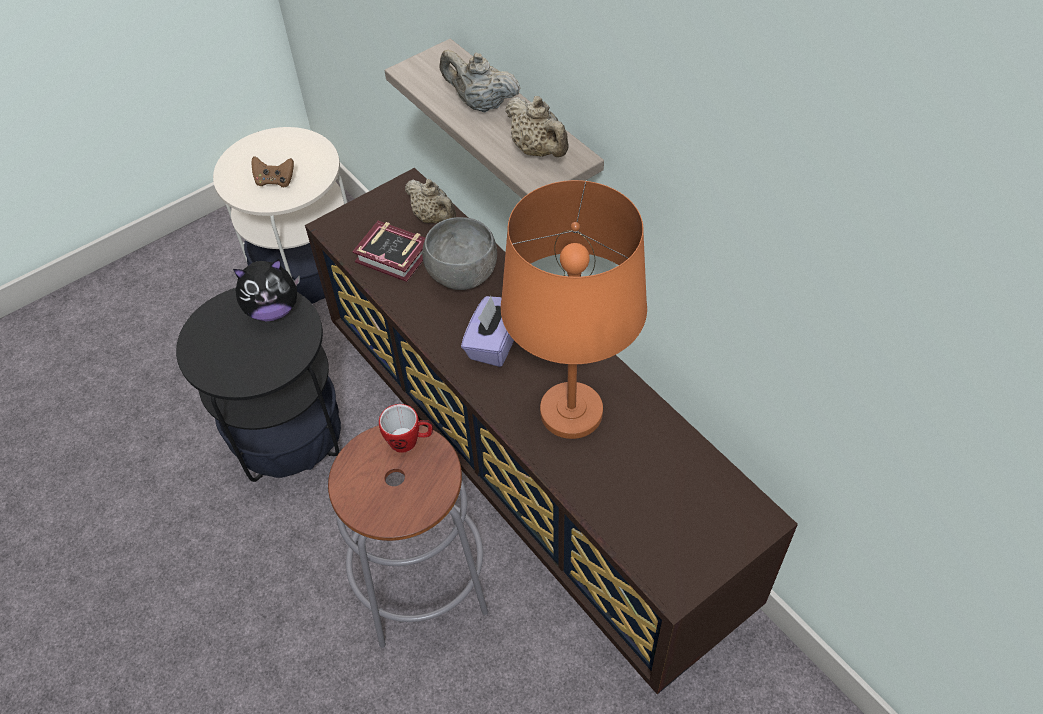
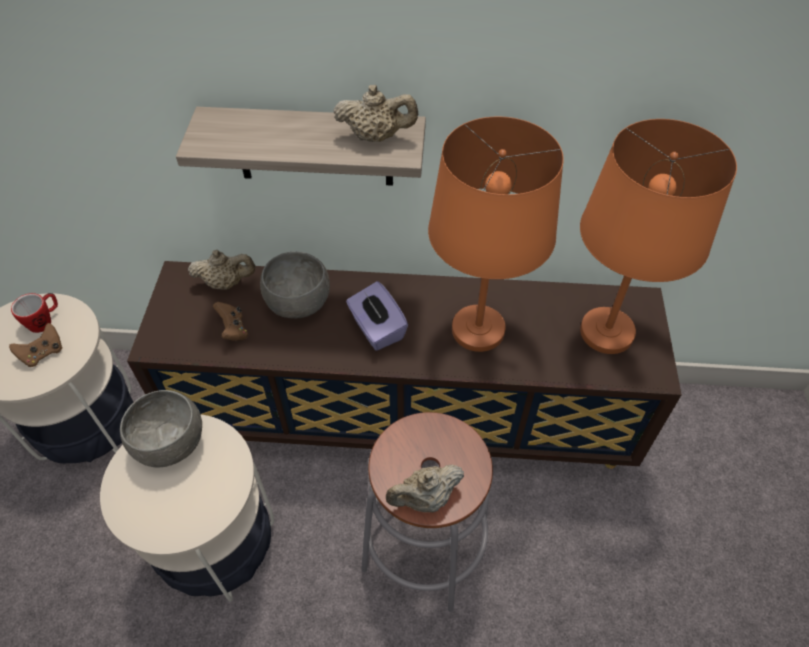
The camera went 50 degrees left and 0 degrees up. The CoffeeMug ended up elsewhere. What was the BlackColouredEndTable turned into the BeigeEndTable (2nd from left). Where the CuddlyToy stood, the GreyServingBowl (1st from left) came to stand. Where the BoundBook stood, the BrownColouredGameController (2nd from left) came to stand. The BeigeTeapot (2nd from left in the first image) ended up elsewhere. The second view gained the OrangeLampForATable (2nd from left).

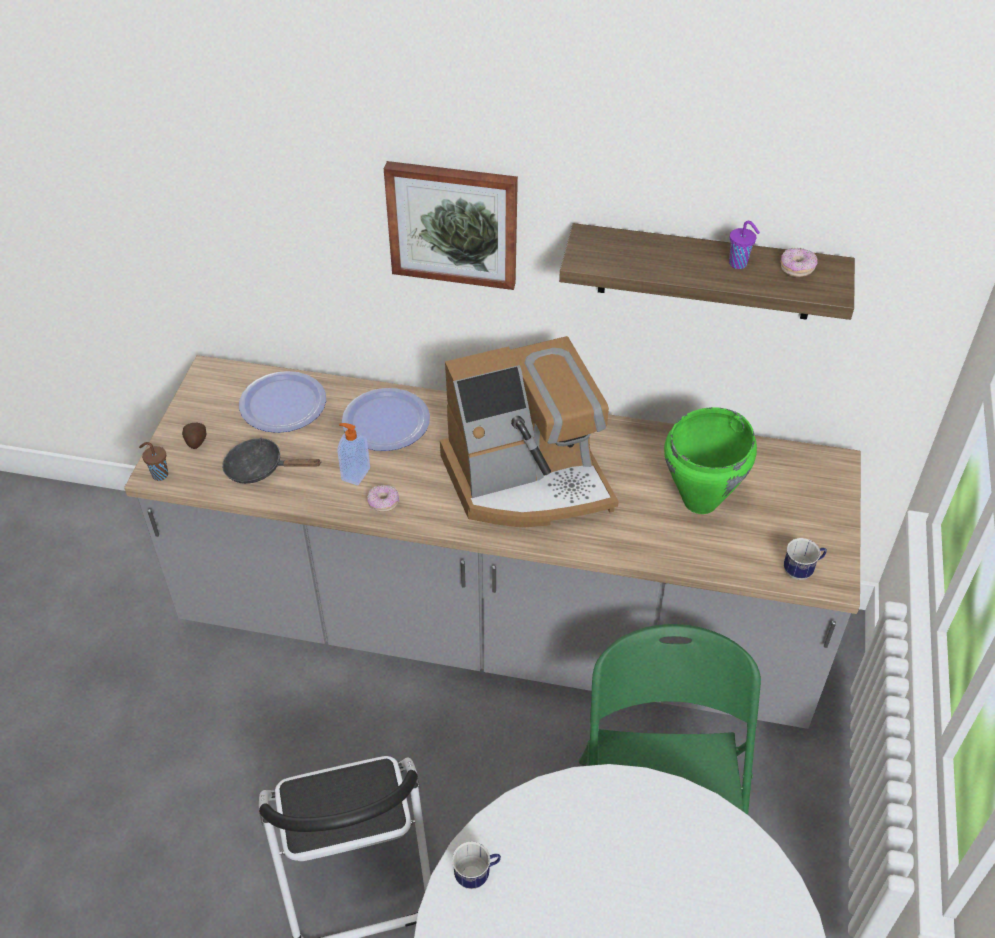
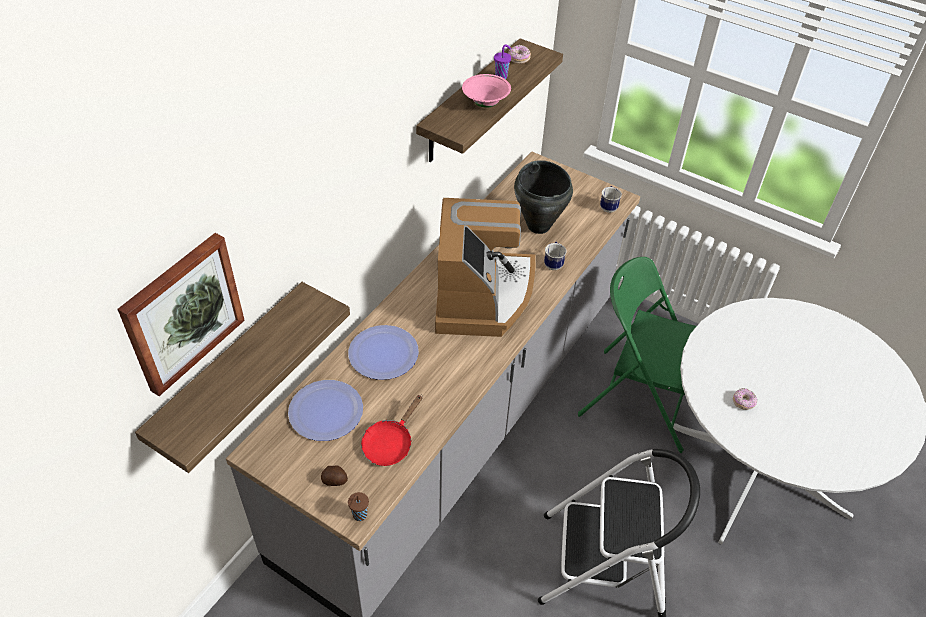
The camera went 70 degrees left and 0 degrees up. The WallArt ended up elsewhere. The second view gained the Shelf (1st from left). What was the BlackColouredPan turned into the RedColouredPan. The second view gained the PinkishServingBowl. What was the GreenSaucepot turned into the BlackColouredSaucepot. The CoffeeMug (1st from left) ended up elsewhere. The Donut (1st from left in the first image) ended up elsewhere. The second view lost the LiquidSoapBottle.

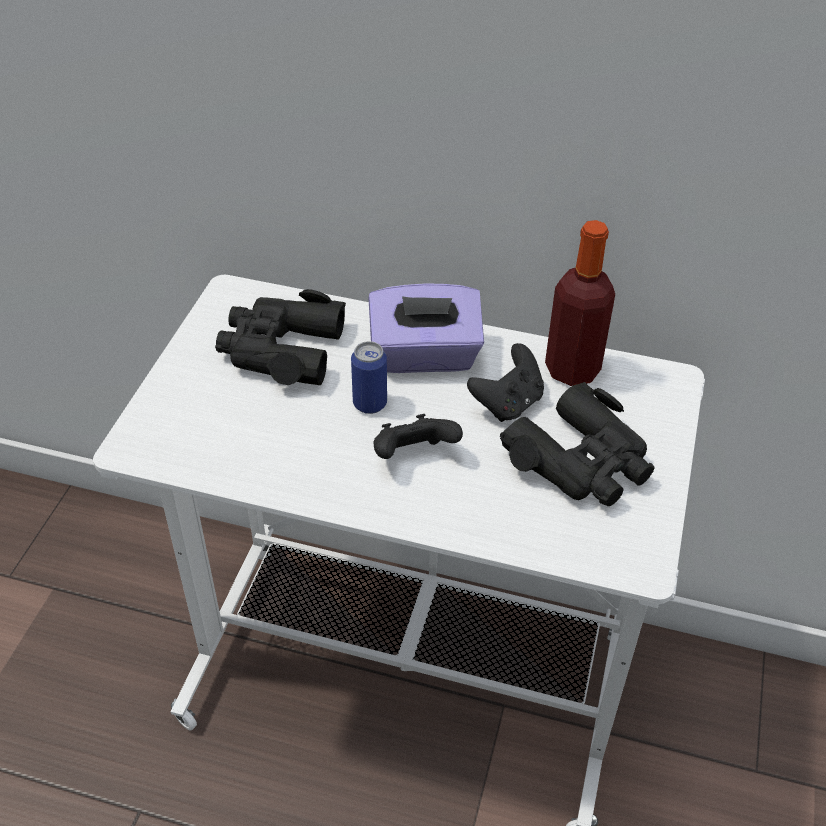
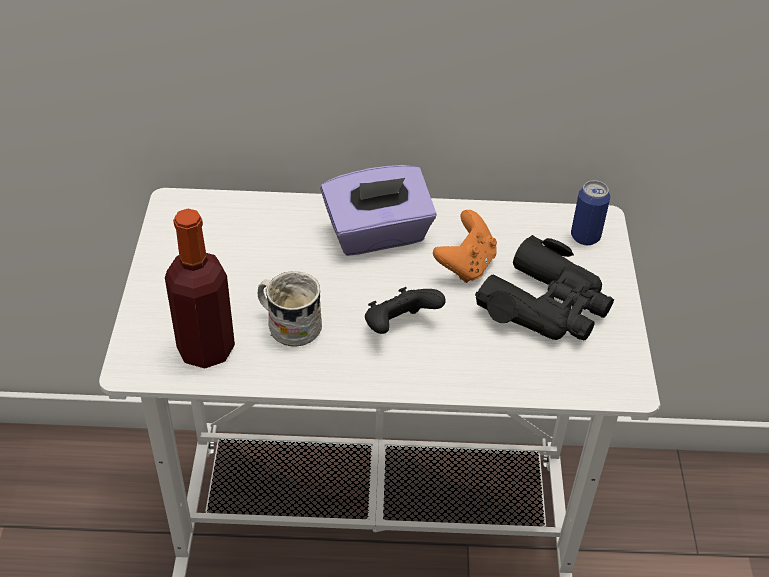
The camera went 15 degrees left and 0 degrees up. The BeverageBottle ended up elsewhere. The second view gained the WhiteColouredCoffeeMug. What was the BlackColouredGameController (2nd from left) turned into the OrangeGameController. The SealedCan ended up elsewhere. The second view lost the BlackColouredPairOfBinoculars (1st from left).

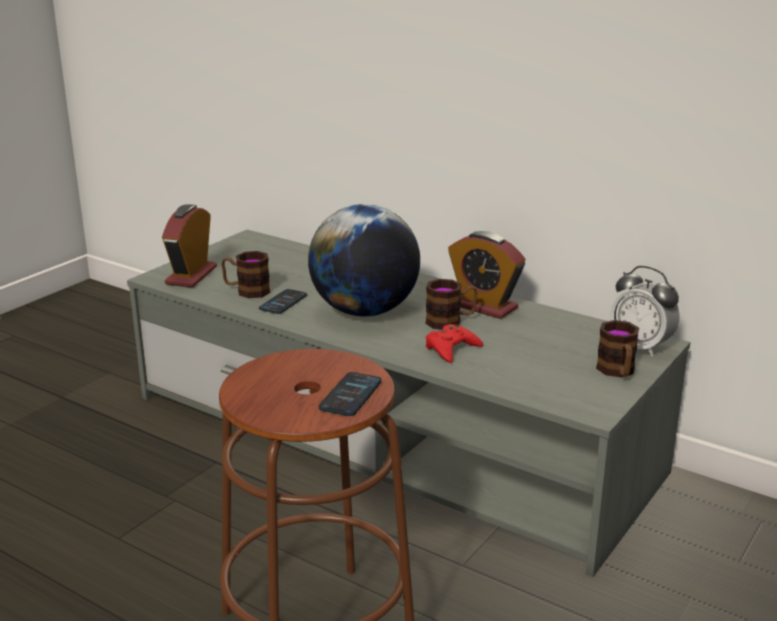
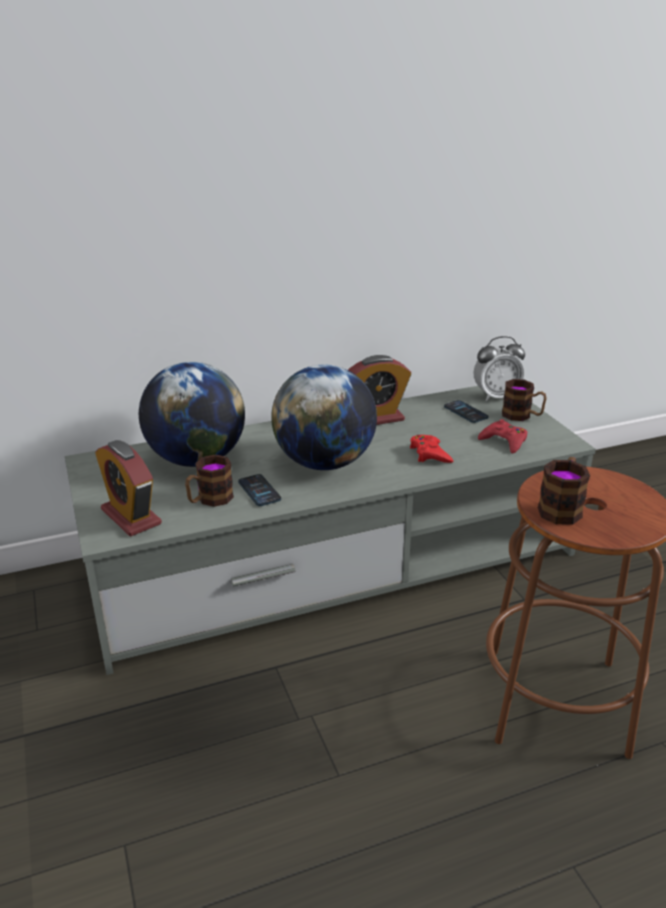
The camera went 55 degrees left and 5 degrees up. The second view gained the DeskGlobe (1st from left). The Handset (2nd from left) ended up elsewhere. The second view gained the RedColouredGameController (2nd from left). The CoffeeMug (2nd from left in the first image) ended up elsewhere.

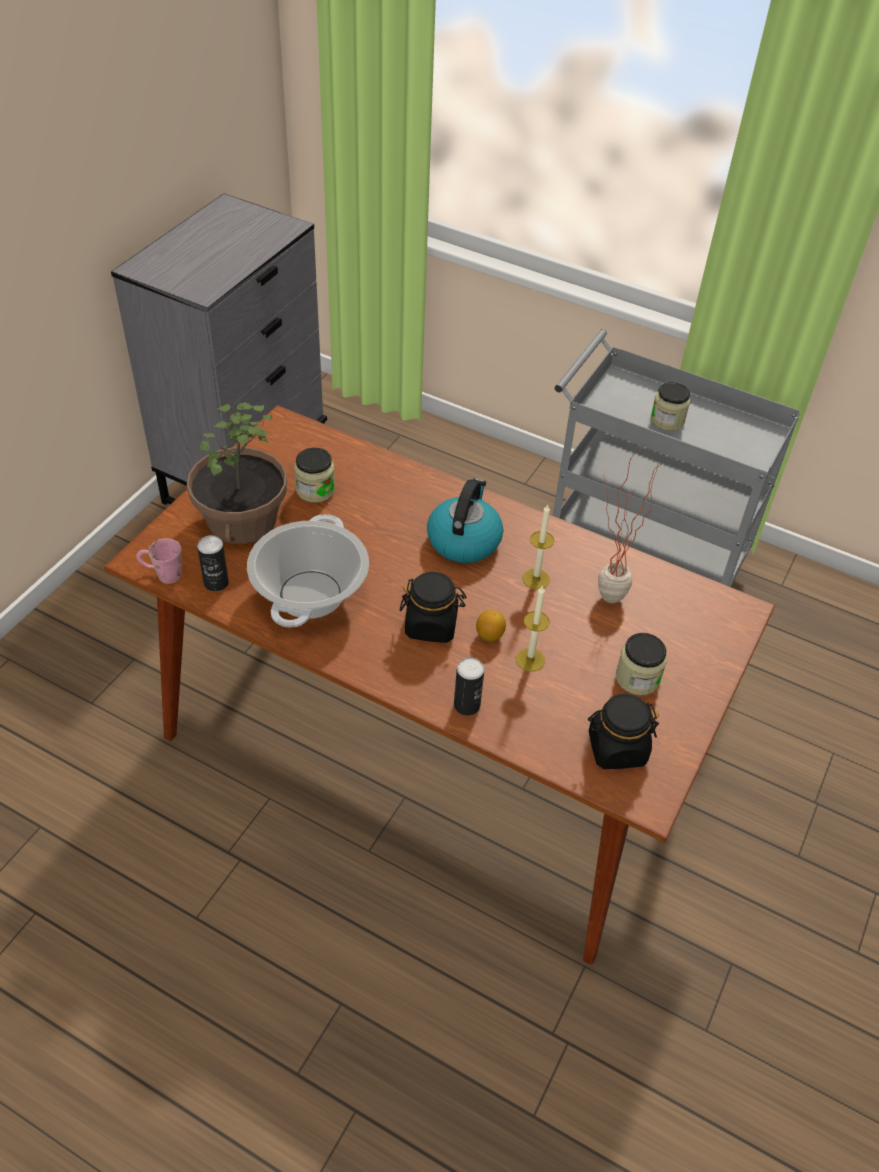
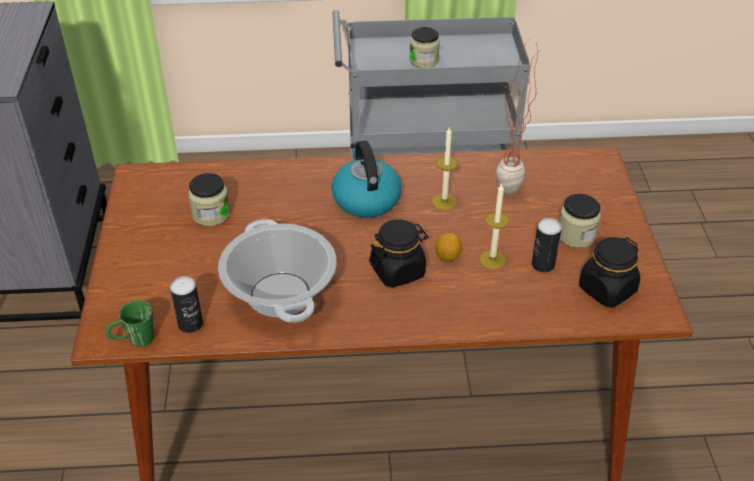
The camera went 30 degrees left and 5 degrees down. What was the PinkishCoffeeMug turned into the GreenCoffeeMug. The SealedCan (2nd from left) ended up elsewhere. The second view lost the PottedPlant (1st from left).

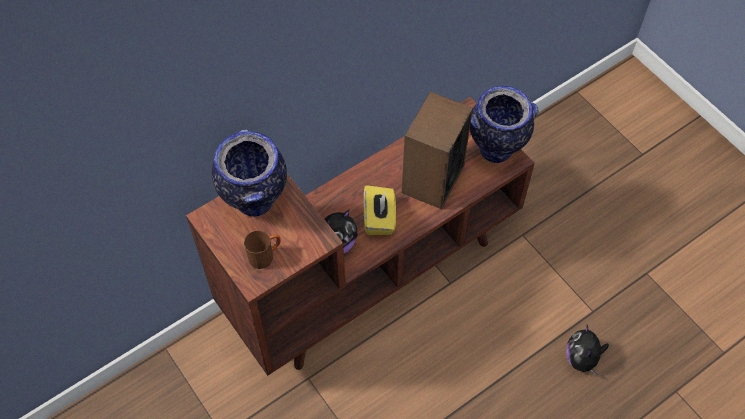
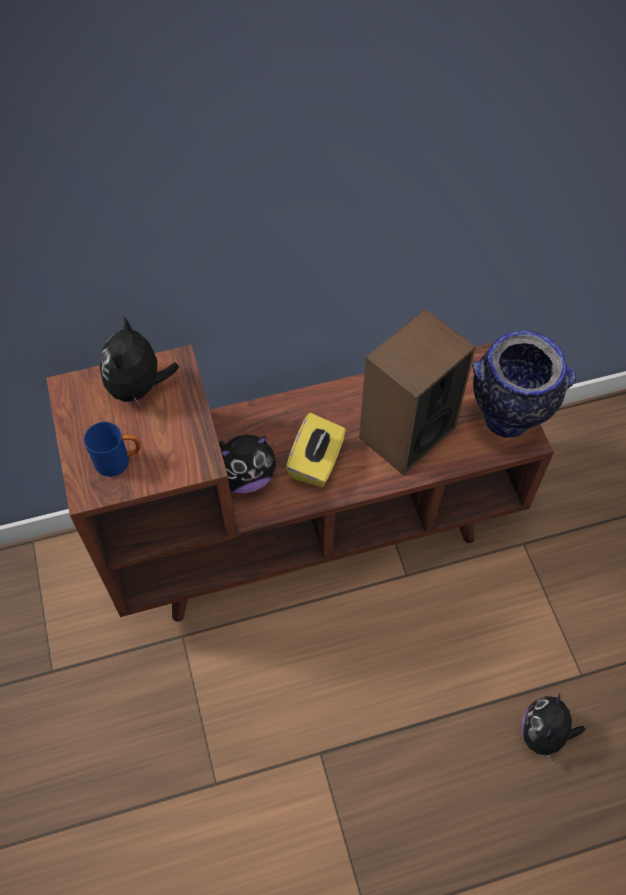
The camera went 20 degrees right and 0 degrees up. What was the BrownColouredCoffeeMug turned into the BlueColouredCoffeeMug. Where the Vase (1st from left) stood, the CuddlyToy (1st from left) came to stand.

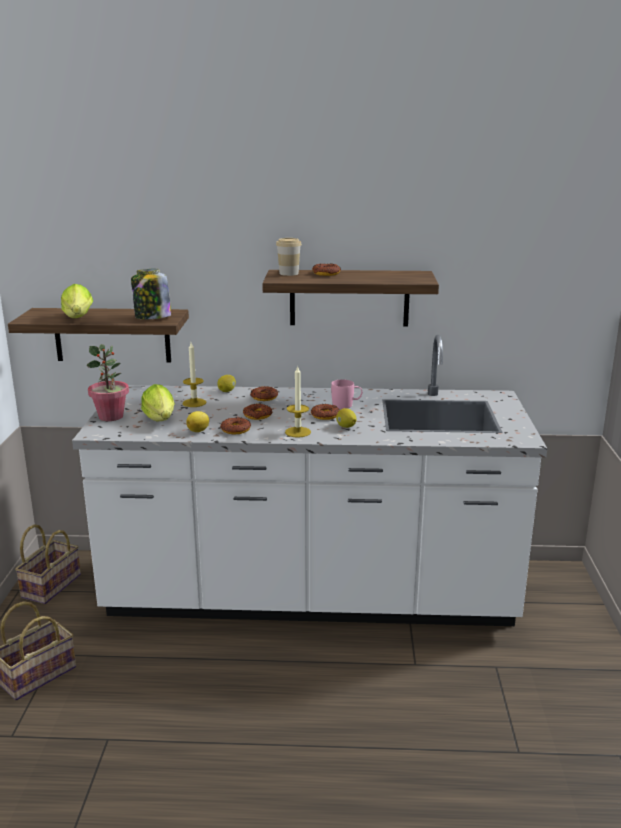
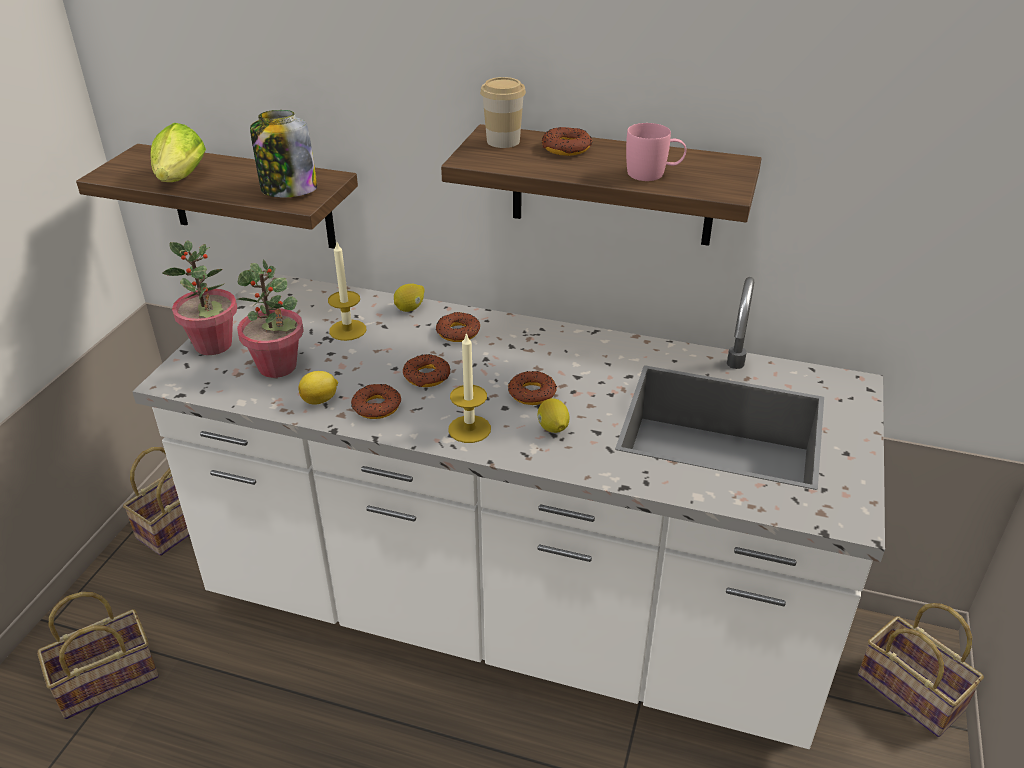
The camera went 15 degrees right and 15 degrees up. Where the LettuceHead (2nd from left) stood, the PottedPlant (2nd from left) came to stand. The PinkishCoffeeMug ended up elsewhere. The second view gained the Basket (3rd from left).

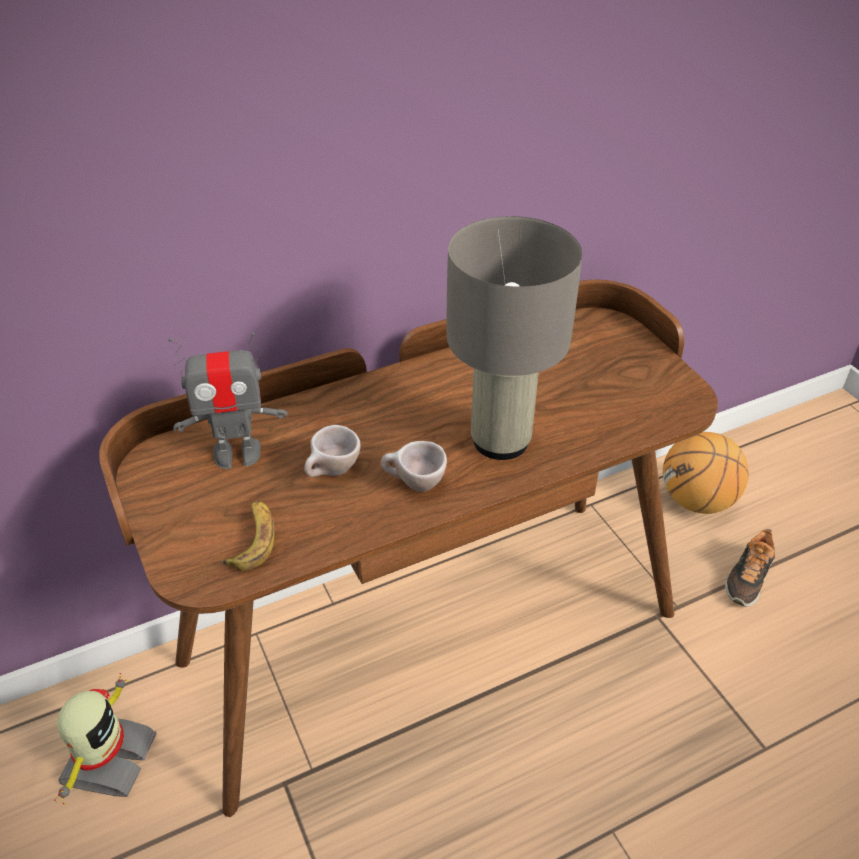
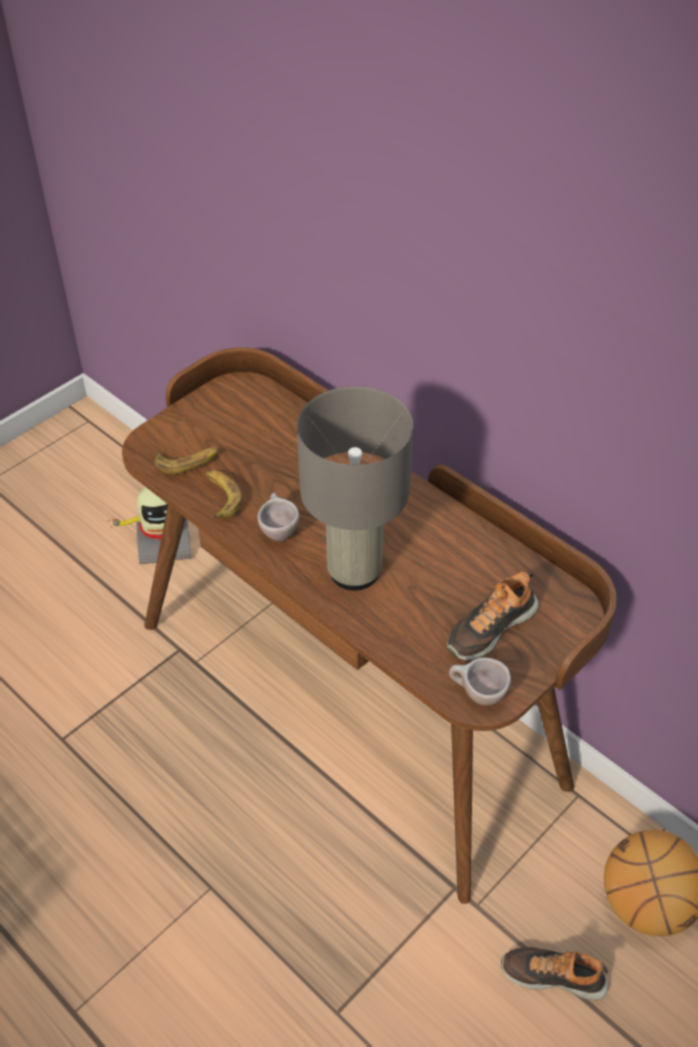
The camera went 70 degrees right and 5 degrees up. The second view gained the Banana (2nd from left). The second view gained the Shoe (1st from left). The BeigeCup (1st from left in the first image) ended up elsewhere. The second view lost the ToyRobot (2nd from left).

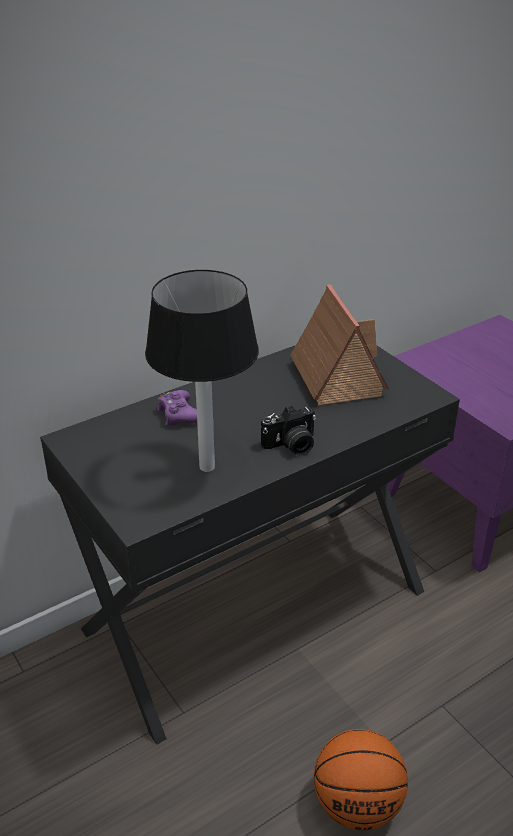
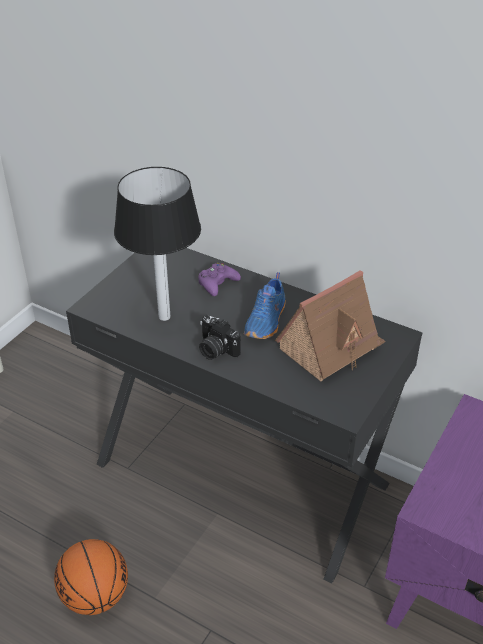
The camera went 65 degrees right and 5 degrees up. The second view gained the BlueColouredShoe.

